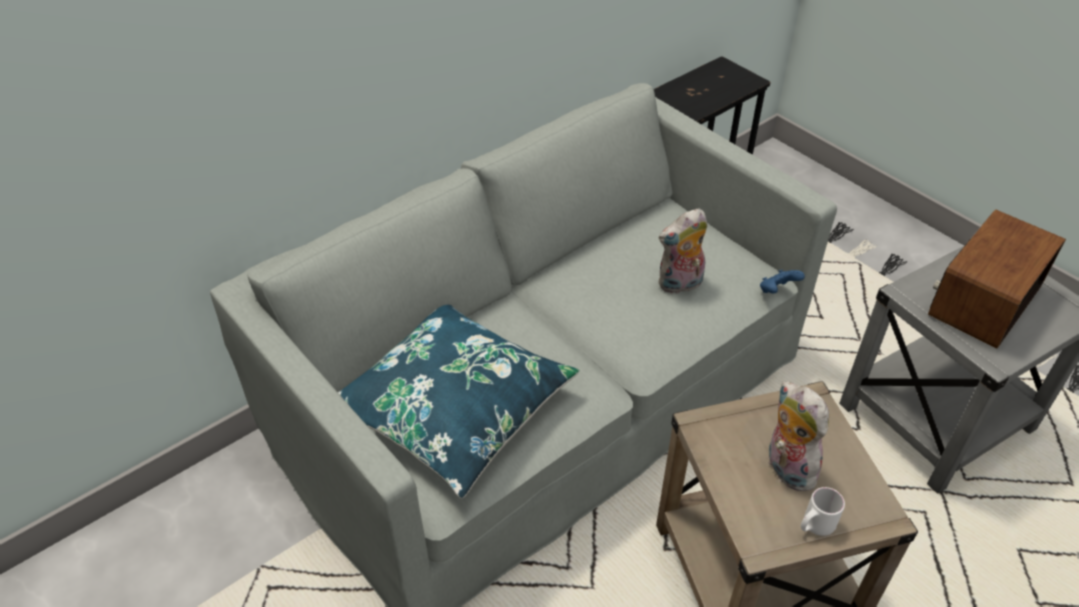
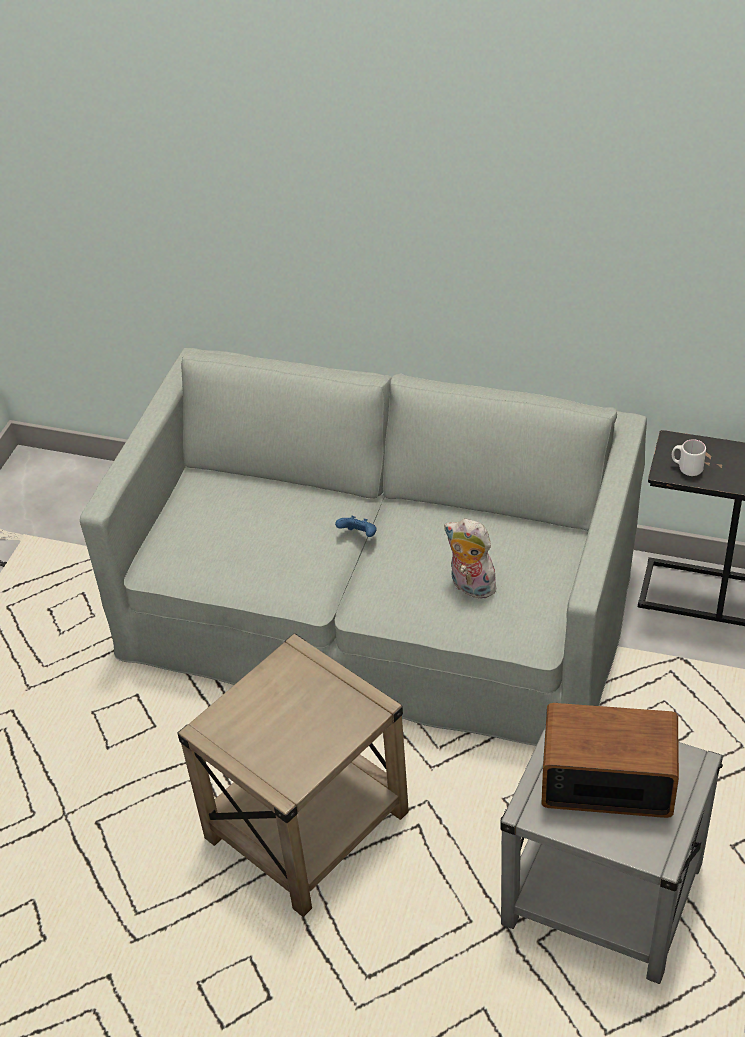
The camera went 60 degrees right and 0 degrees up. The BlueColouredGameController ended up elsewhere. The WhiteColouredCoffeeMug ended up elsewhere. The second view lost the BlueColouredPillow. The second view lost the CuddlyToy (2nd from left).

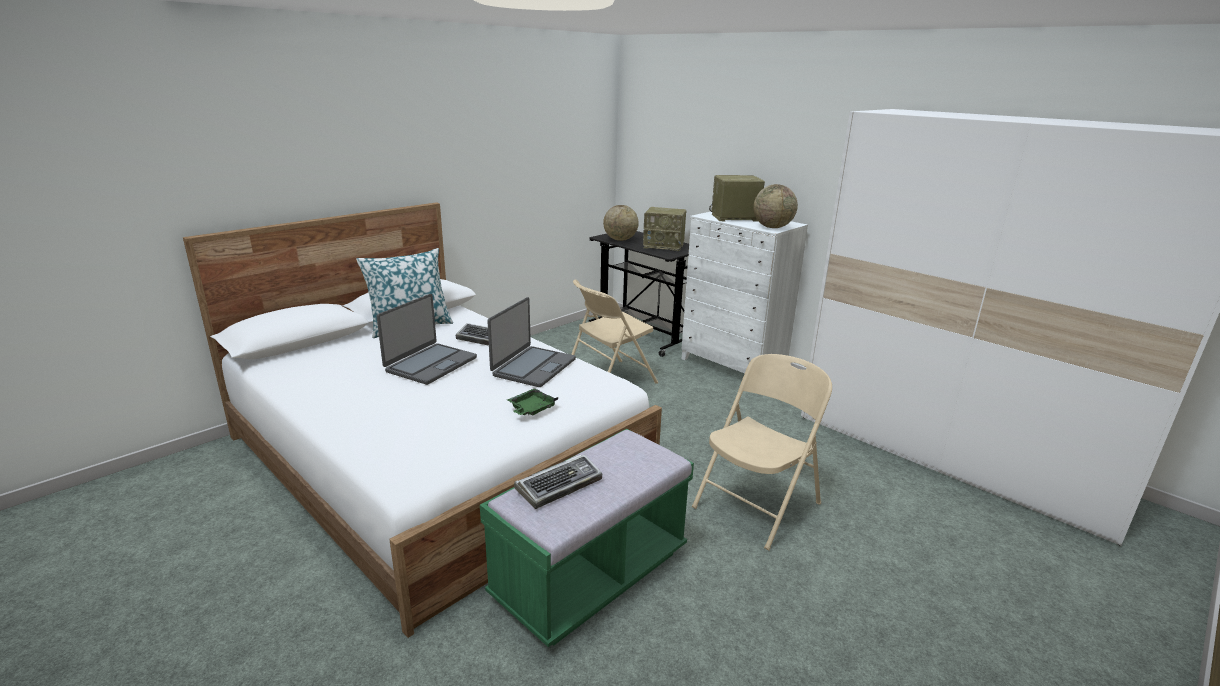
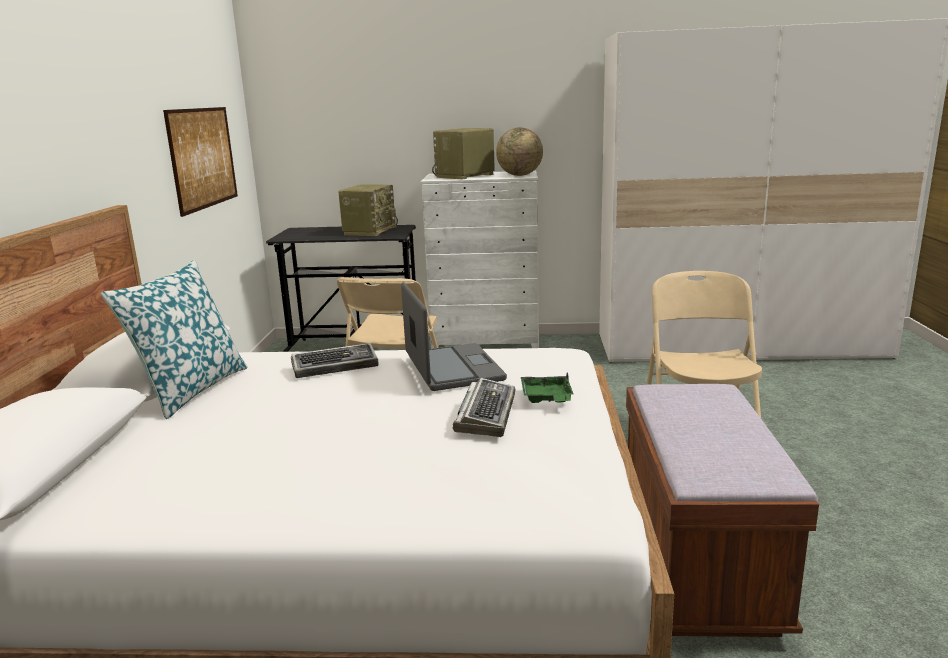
The camera went 40 degrees left and 5 degrees down. The second view gained the WallArt. The RadioReceiver (1st from left) ended up facing another way, 45 degrees counterclockwise from before. The PcKeyboard (2nd from left) ended up elsewhere. What was the GreenLongSeat turned into the BrownColouredLongSeat. The second view lost the NotebookComputer (1st from left). The second view lost the DeskGlobe (1st from left).

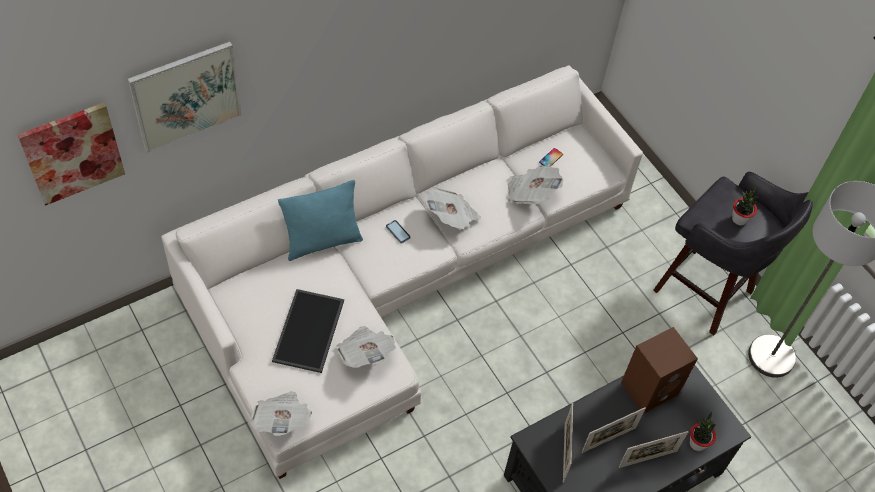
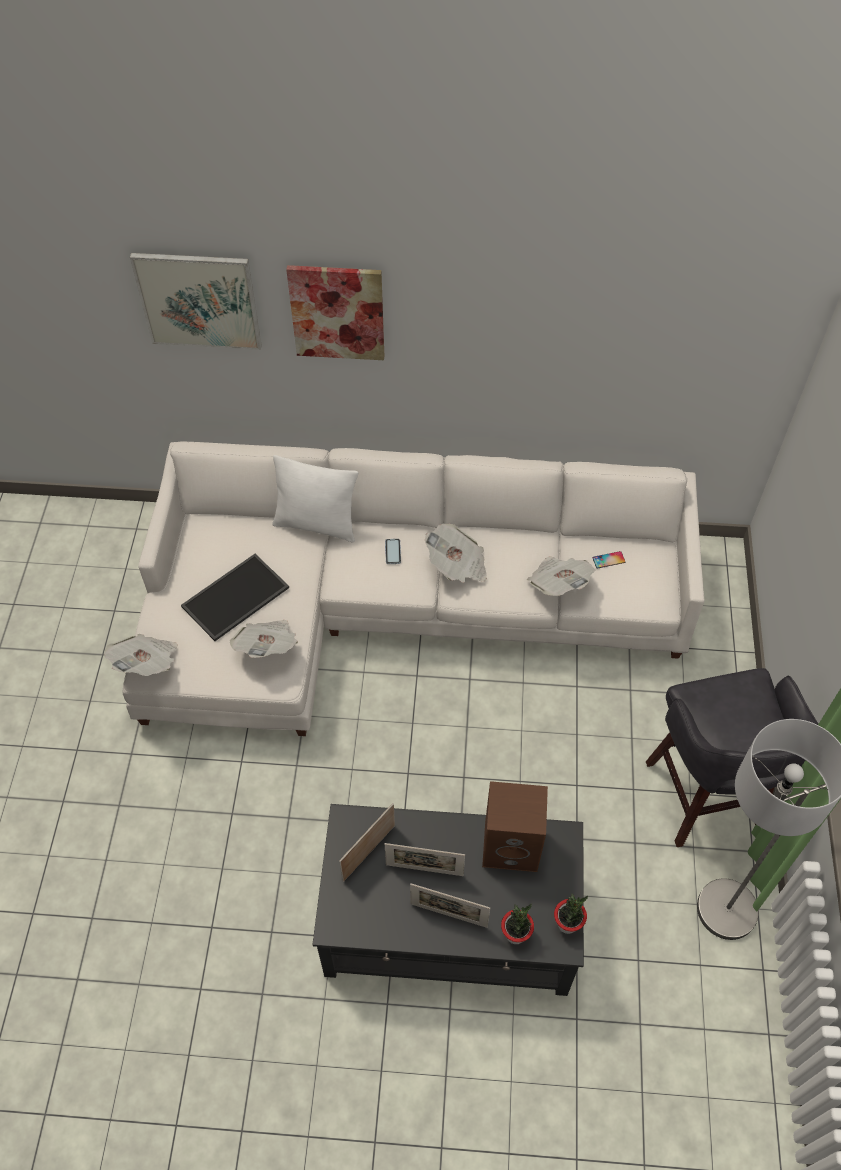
The camera went 40 degrees right and 0 degrees up. What was the TurquoiseColouredPillow turned into the WhiteColouredPillow. The WallArt (1st from left in the first image) ended up elsewhere. The PottedPlant (2nd from left) ended up elsewhere.

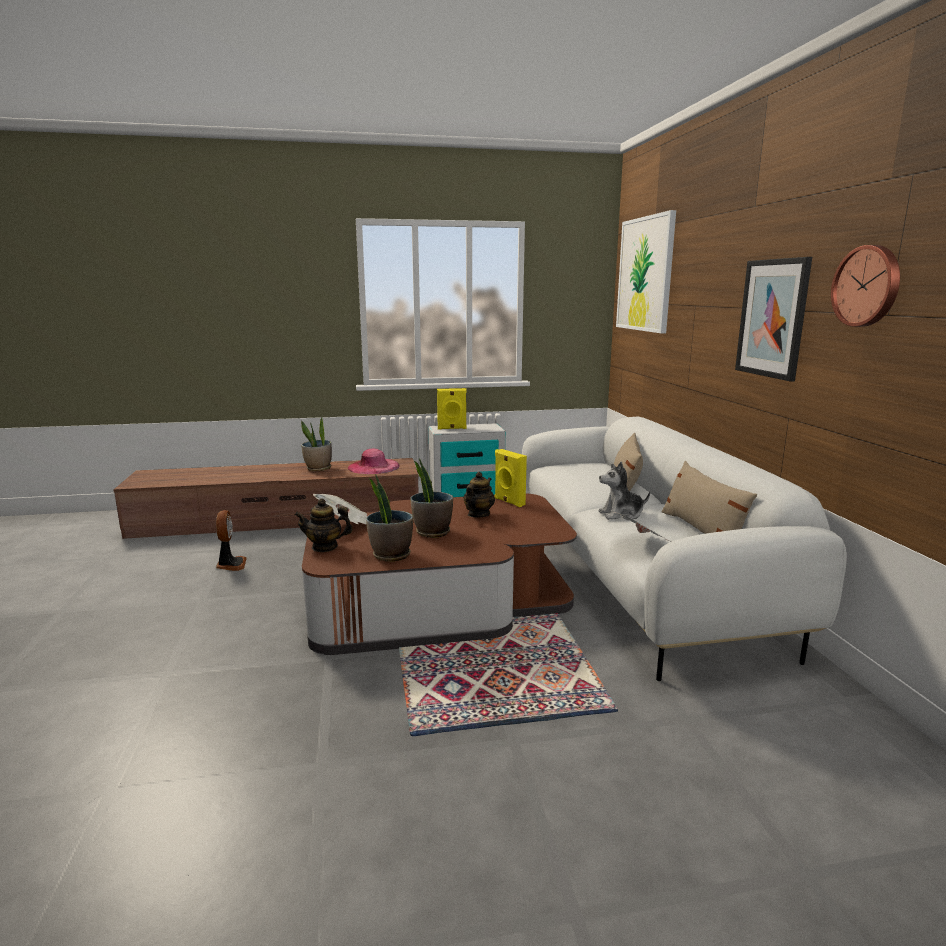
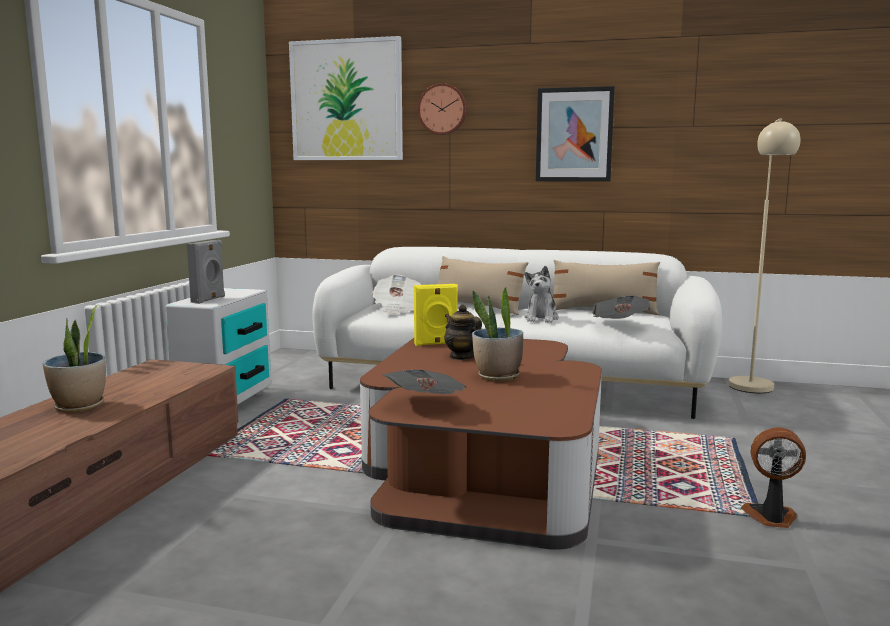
The camera went 65 degrees left and 5 degrees down. What was the YellowColouredLoudspeaker (1st from left) turned into the GreyLoudspeaker. The second view gained the PrintedPaper (1st from left). The HangingClock ended up elsewhere. The second view gained the BeigeStandingLamp. The Fan ended up elsewhere. The second view lost the Teapot (1st from left). The second view lost the PinkishWearableHat. The second view lost the PottedPlant (2nd from left).

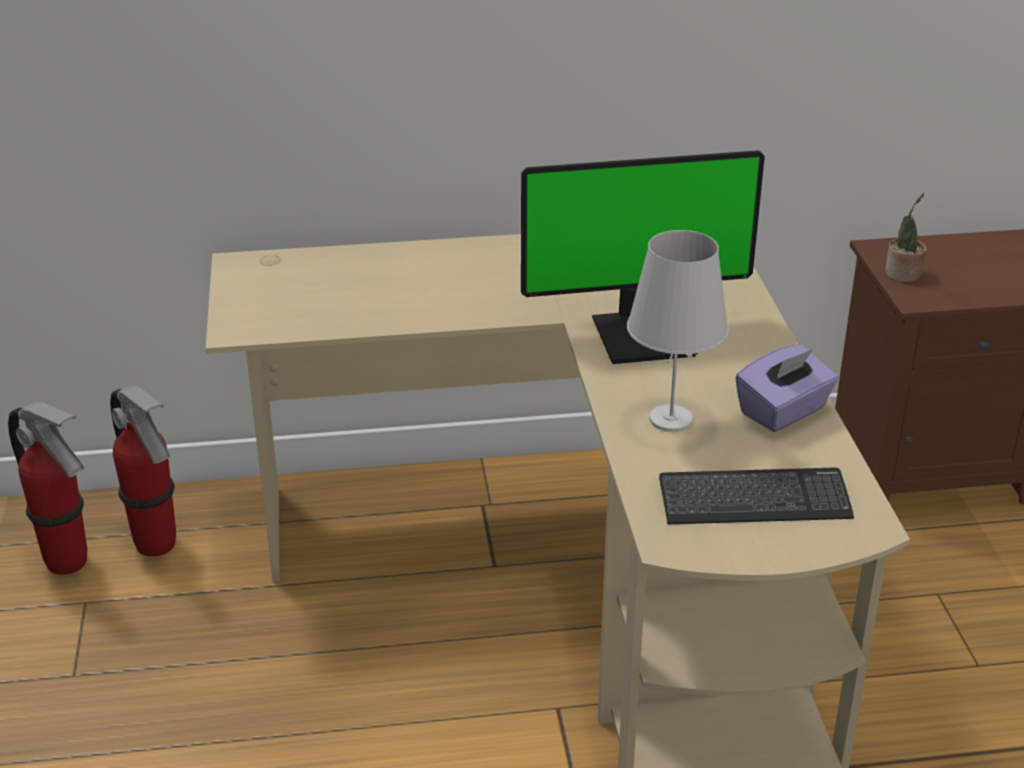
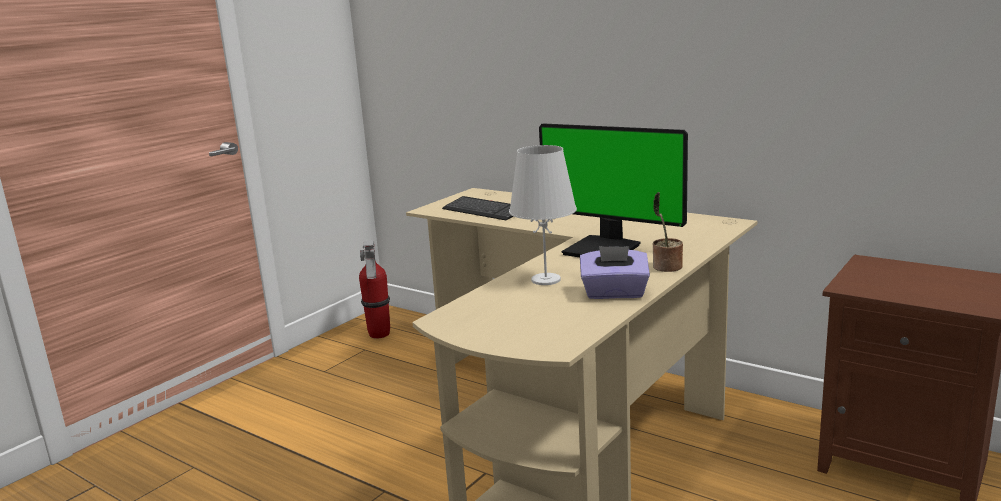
The camera went 45 degrees right and 15 degrees down. The PcKeyboard ended up elsewhere. The PottedPlant ended up elsewhere. The second view lost the Extinguisher (2nd from left).

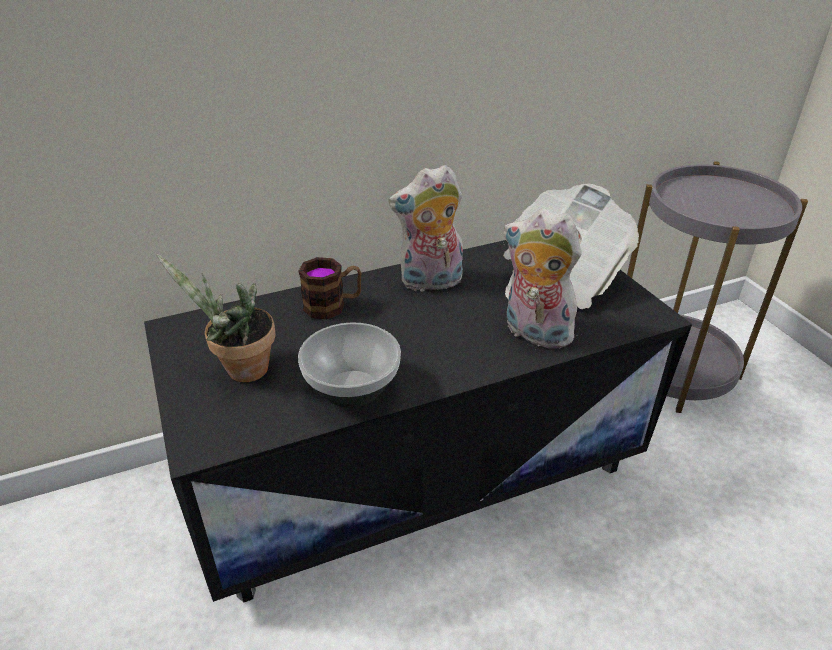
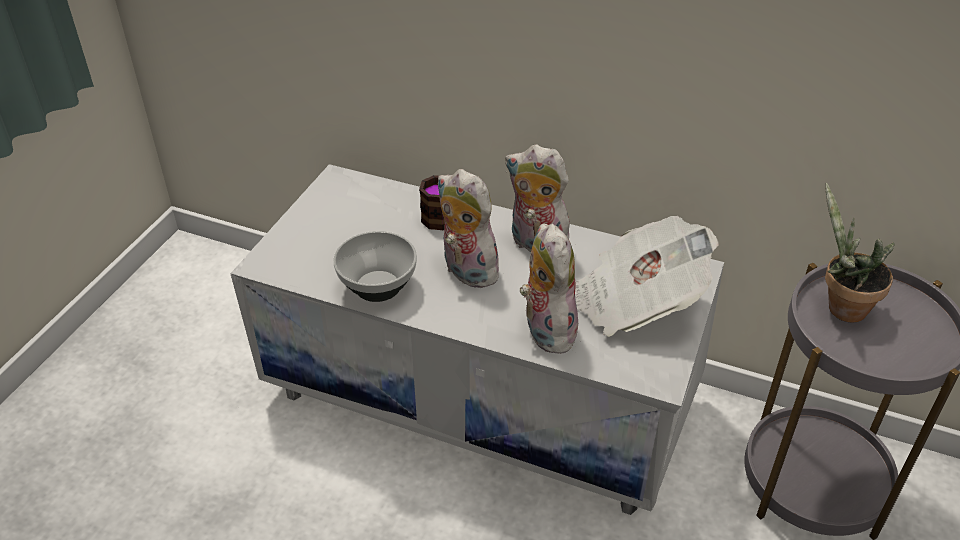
The camera went 45 degrees right and 5 degrees up. What was the BlackColouredMediaConsole turned into the WhiteColouredMediaConsole. The second view gained the CuddlyToy (1st from left). The PottedPlant ended up elsewhere.

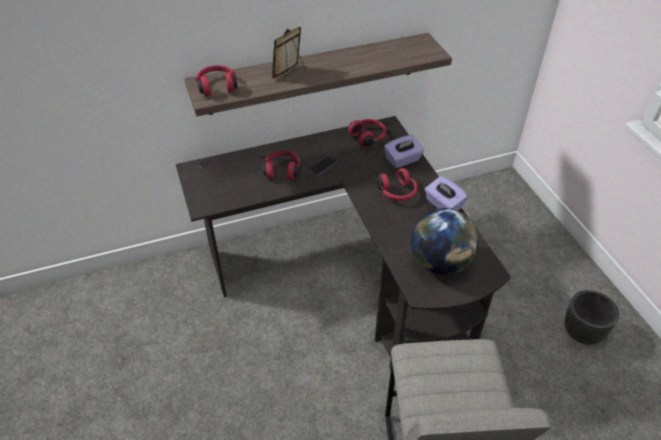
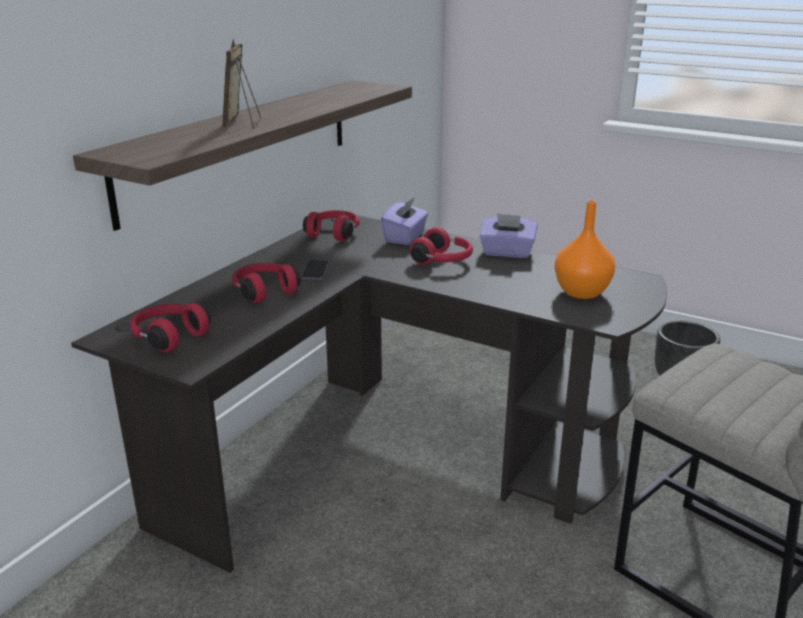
The camera went 40 degrees left and 20 degrees down. The RedColouredHeadphones (1st from left) ended up elsewhere. Where the DeskGlobe stood, the OrangeVase came to stand.

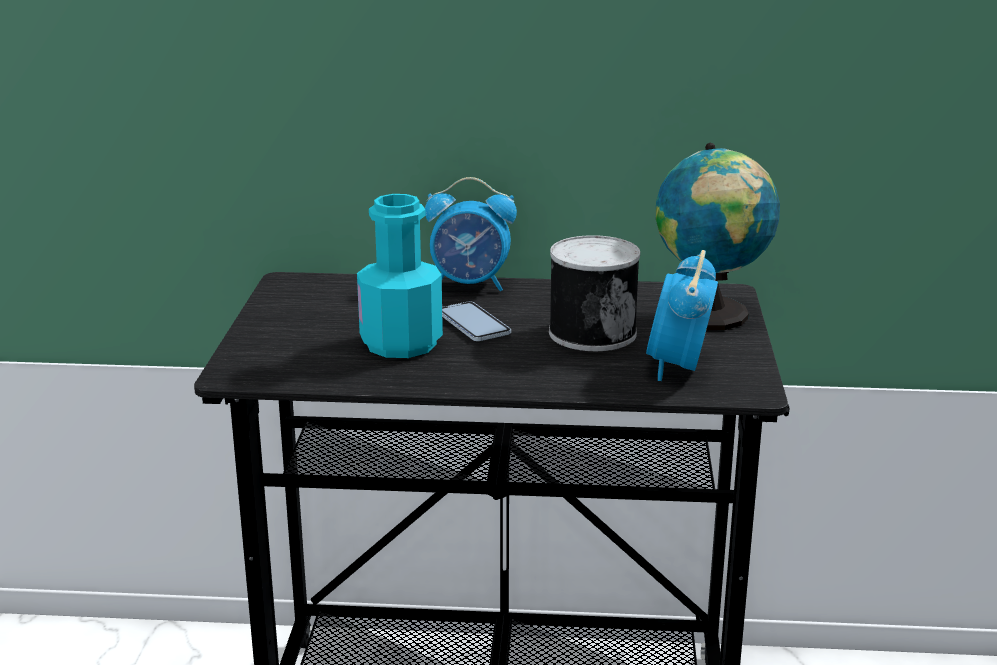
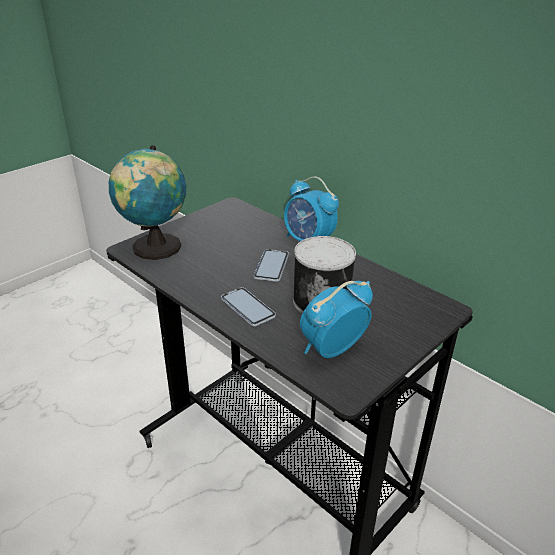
The camera went 40 degrees right and 10 degrees up. The DeskGlobe ended up elsewhere. The second view gained the Handset (1st from left). The second view lost the TurquoiseColouredBeverageBottle.

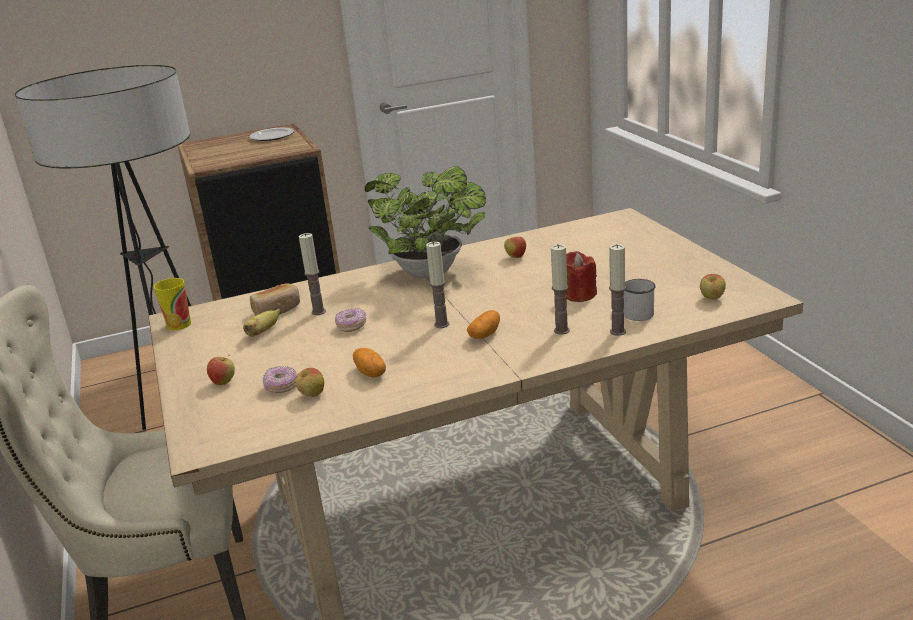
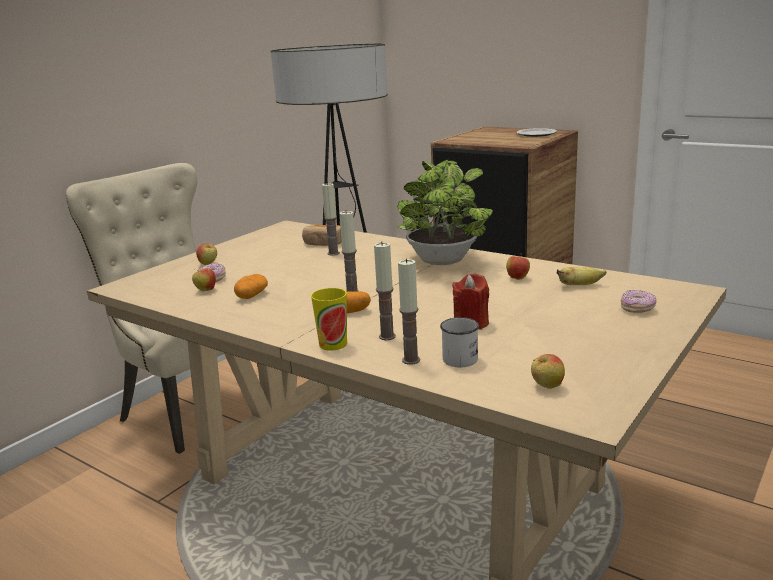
The camera went 55 degrees right and 5 degrees down. The Cup ended up elsewhere. The Banana ended up elsewhere. The Donut (2nd from left) ended up elsewhere.

